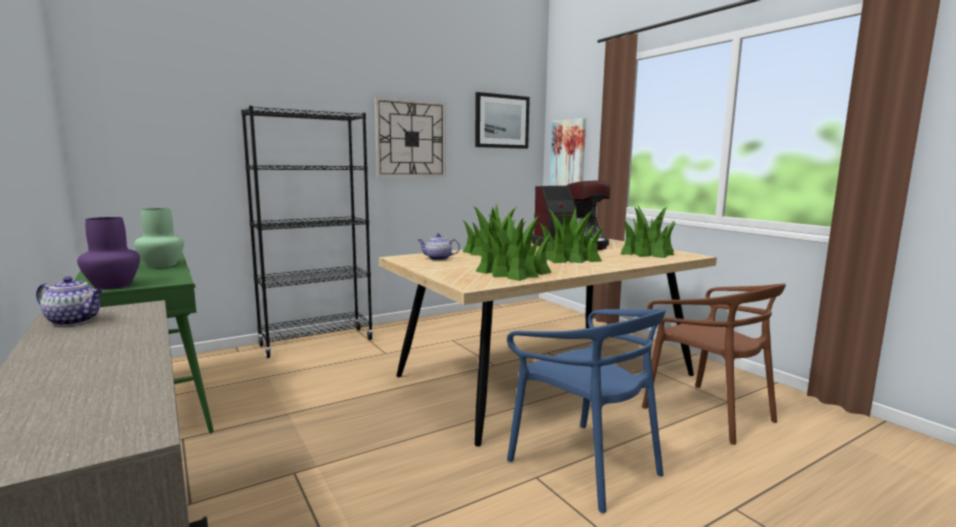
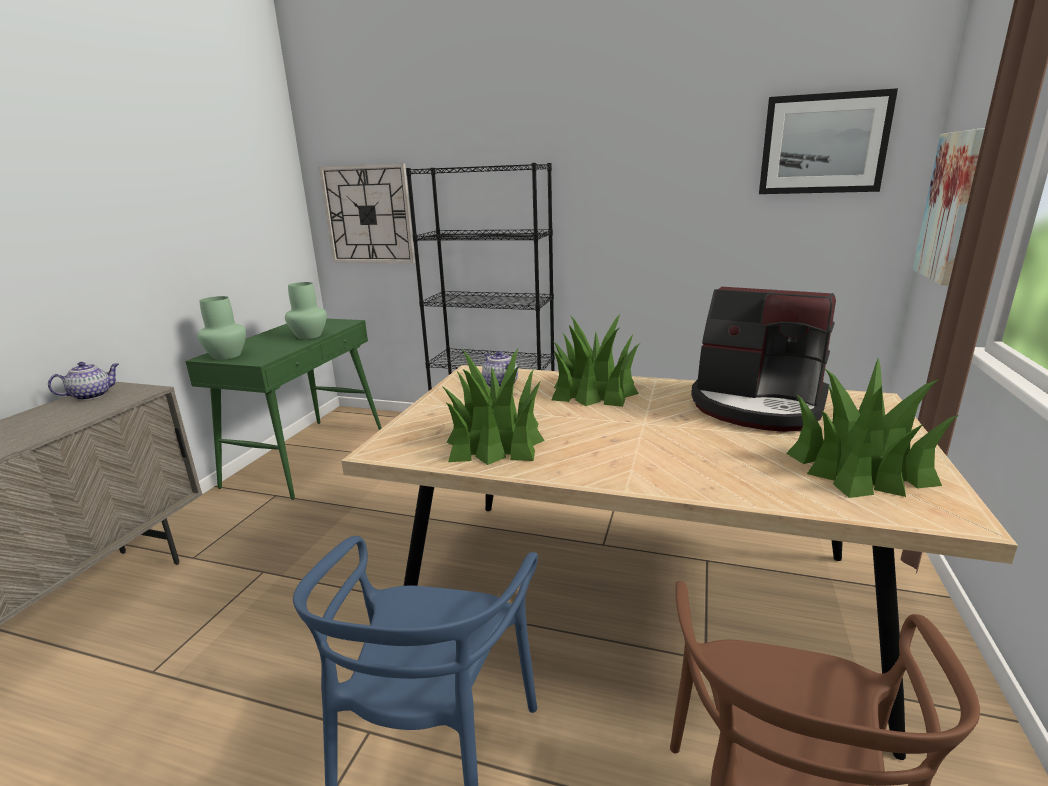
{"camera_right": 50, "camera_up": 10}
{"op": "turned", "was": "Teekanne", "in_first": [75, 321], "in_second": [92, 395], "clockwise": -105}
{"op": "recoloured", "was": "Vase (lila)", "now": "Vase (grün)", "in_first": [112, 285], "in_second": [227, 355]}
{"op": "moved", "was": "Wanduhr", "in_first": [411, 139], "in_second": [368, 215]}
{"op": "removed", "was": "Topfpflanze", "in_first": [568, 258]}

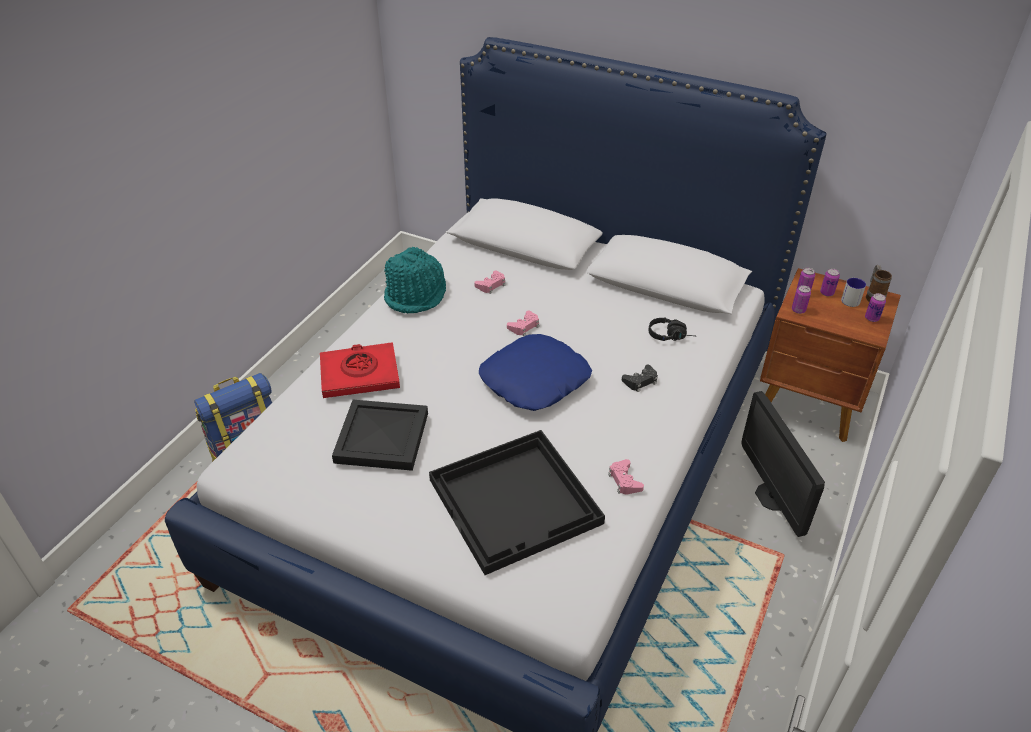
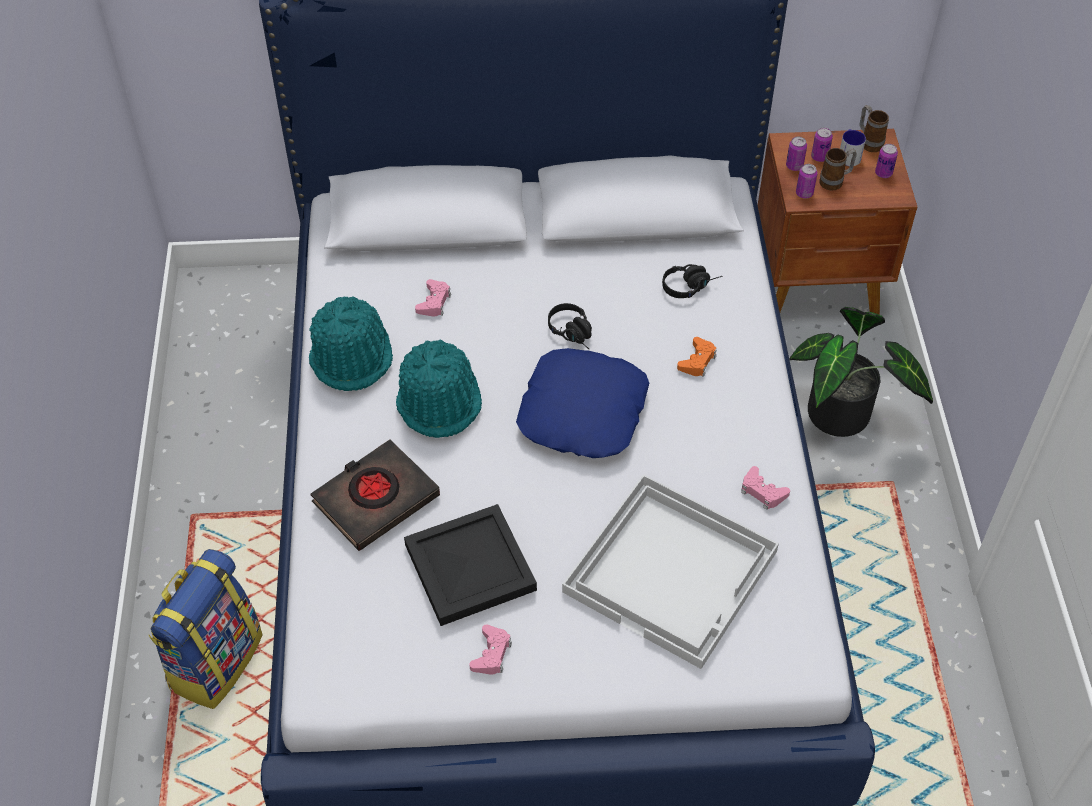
{"camera_right": -30, "camera_up": 10}
{"op": "recoloured", "was": "Buch (rot)", "now": "Buch (schwarz)", "in_first": [360, 375], "in_second": [375, 499]}
{"op": "recoloured", "was": "Tablett (schwarz)", "now": "Tablett (weiß)", "in_first": [516, 502], "in_second": [672, 571]}
{"op": "moved", "was": "Gamepad (rosa)", "in_first": [524, 326], "in_second": [491, 654]}
{"op": "recoloured", "was": "Gamepad (schwarz)", "now": "Gamepad (orange)", "in_first": [640, 381], "in_second": [697, 361]}
{"op": "replaced", "was": "Monitor", "now": "Topfpflanze", "in_first": [772, 496], "in_second": [843, 419]}
{"op": "added", "now": "Hut (türkis)", "in_second": [439, 401]}
{"op": "added", "now": "Kopfhörer (schwarz)", "in_second": [574, 334]}
{"op": "added", "now": "Henkelbecher", "in_second": [835, 182]}

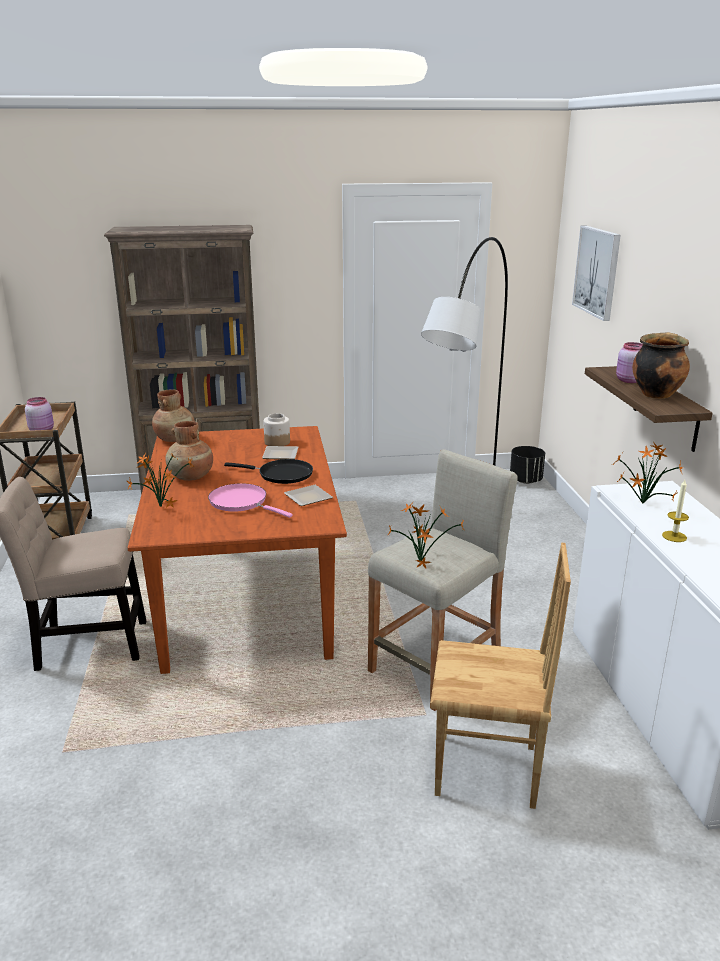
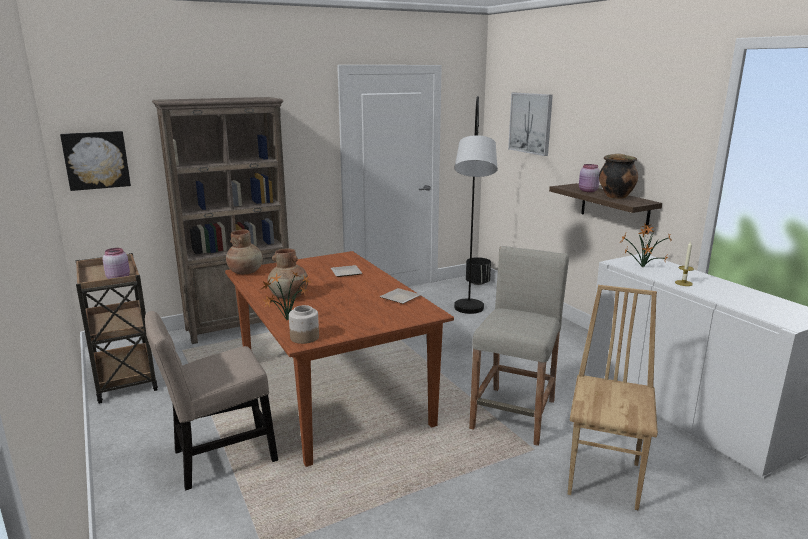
{"camera_right": -20, "camera_up": -5}
{"op": "removed", "was": "Pfanne (rosa)", "in_first": [241, 502]}
{"op": "removed", "was": "Pfanne (schwarz)", "in_first": [281, 474]}
{"op": "moved", "was": "Vorratsglas", "in_first": [277, 442], "in_second": [304, 337]}
{"op": "removed", "was": "Topfpflanze", "in_first": [420, 562]}
{"op": "turned", "was": "Stuhl (braun)", "in_first": [487, 772], "in_second": [605, 478], "clockwise": -60}
{"op": "added", "now": "Bild", "in_second": [96, 160]}

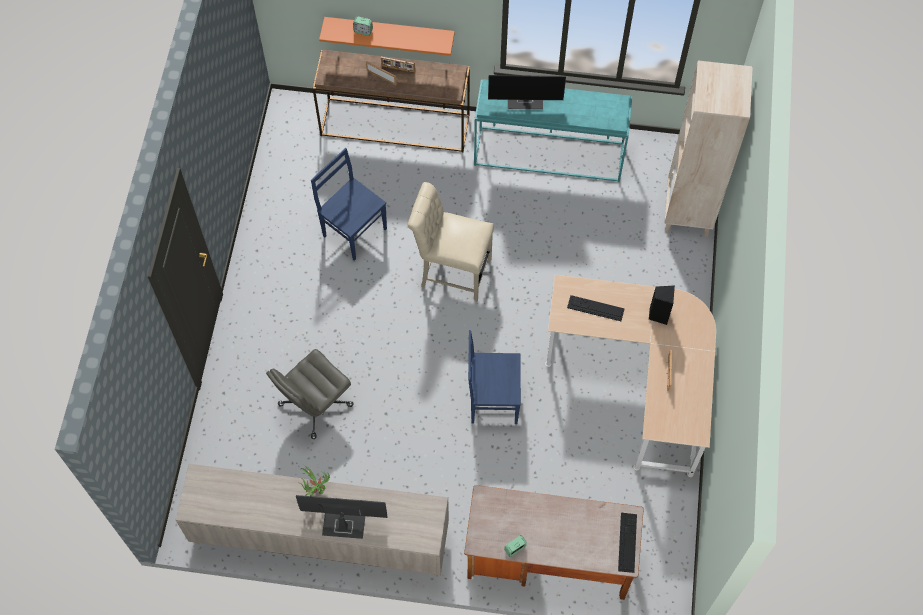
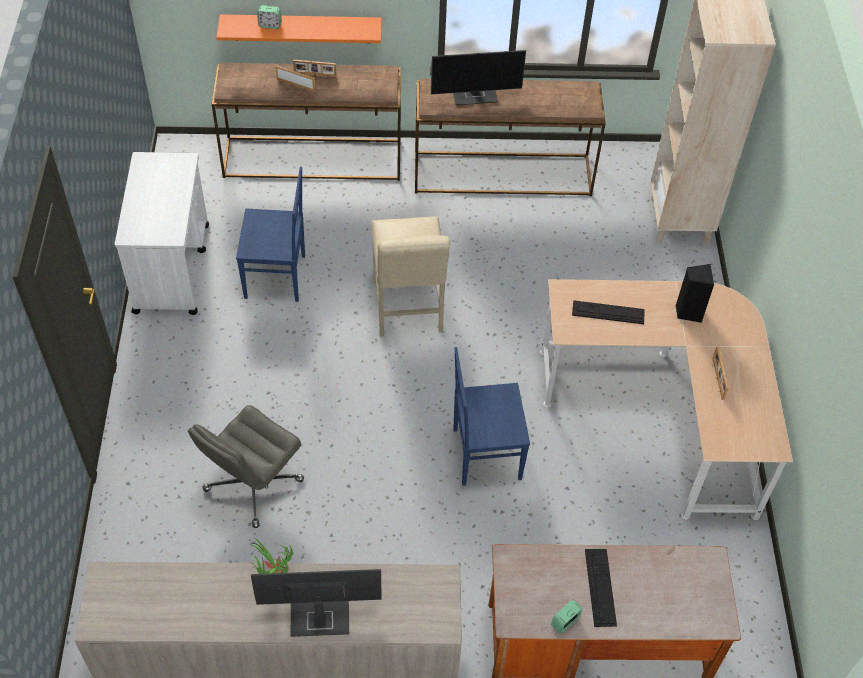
{"camera_right": -10, "camera_up": -10}
{"op": "turned", "was": "Stuhl (blau)", "in_first": [353, 231], "in_second": [277, 277], "clockwise": 150}
{"op": "turned", "was": "Stuhl (beige)", "in_first": [452, 271], "in_second": [407, 310], "clockwise": -105}
{"op": "recoloured", "was": "Konsolentisch (türkis)", "now": "Konsolentisch (braun)", "in_first": [550, 153], "in_second": [503, 173]}
{"op": "moved", "was": "Tastatur", "in_first": [627, 542], "in_second": [600, 587]}
{"op": "added", "now": "Rollwagen (weiß)", "in_second": [172, 267]}

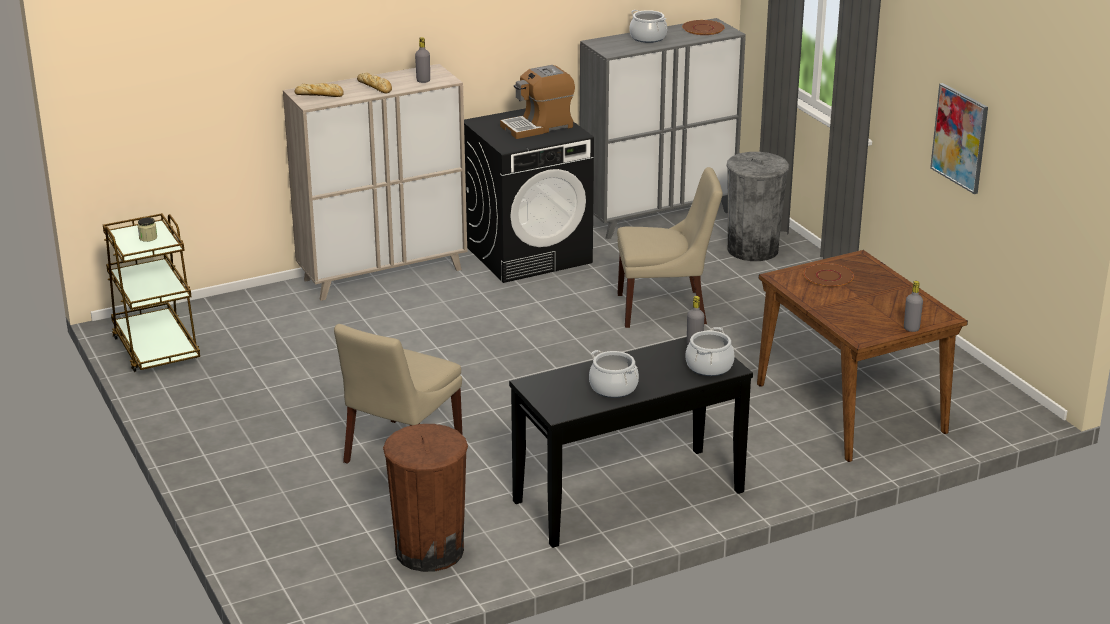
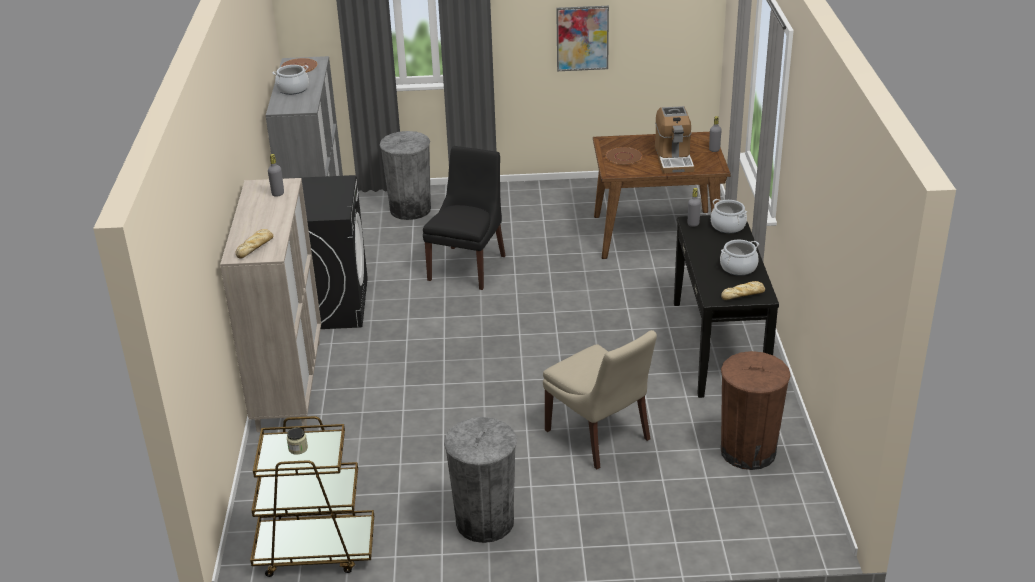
{"camera_right": -65, "camera_up": 5}
{"op": "moved", "was": "Brot", "in_first": [375, 87], "in_second": [743, 294]}
{"op": "moved", "was": "Kaffeemaschine", "in_first": [538, 127], "in_second": [673, 159]}
{"op": "recoloured", "was": "Stuhl (beige)", "now": "Stuhl (schwarz)", "in_first": [665, 309], "in_second": [468, 266]}
{"op": "added", "now": "Mülleimer (grau)", "in_second": [485, 522]}

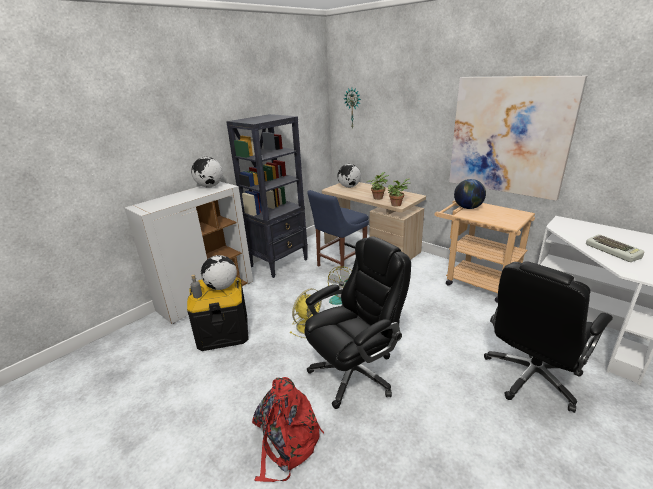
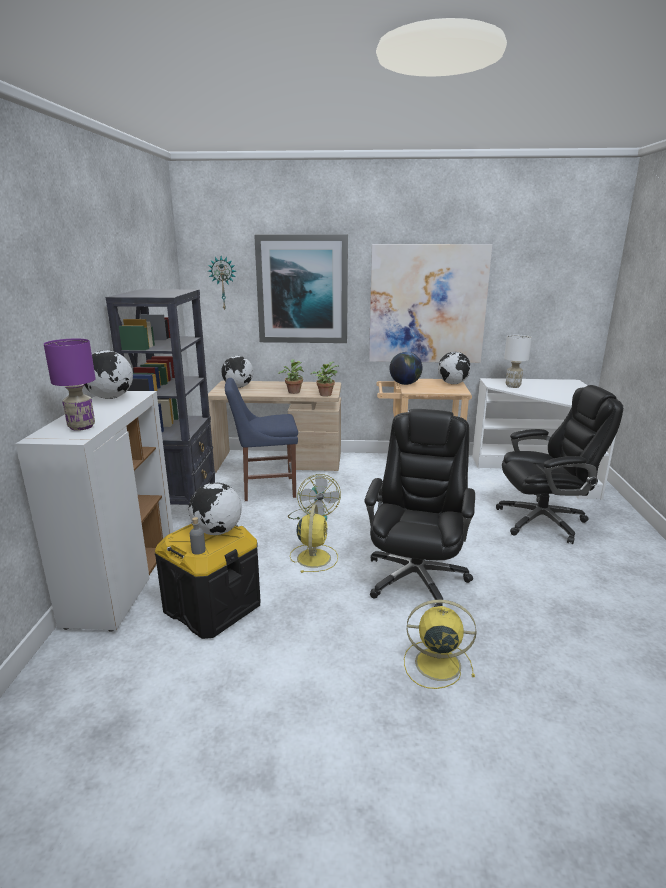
{"camera_right": -40, "camera_up": -5}
{"op": "replaced", "was": "Rucksack (rot)", "now": "Ventilator (gelb)", "in_first": [286, 443], "in_second": [435, 663]}
{"op": "turned", "was": "Stuhl (blau)", "in_first": [339, 265], "in_second": [265, 489], "clockwise": 75}
{"op": "turned", "was": "Bürostuhl (schwarz)", "in_first": [531, 377], "in_second": [543, 521], "clockwise": -105}
{"op": "removed", "was": "Tastatur", "in_first": [613, 251]}
{"op": "added", "now": "Tischlampe (lila)", "in_second": [82, 427]}
{"op": "added", "now": "Bild", "in_second": [302, 289]}
{"op": "added", "now": "Globus", "in_second": [453, 383]}
{"op": "added", "now": "Tischlampe (weiß)", "in_second": [513, 386]}

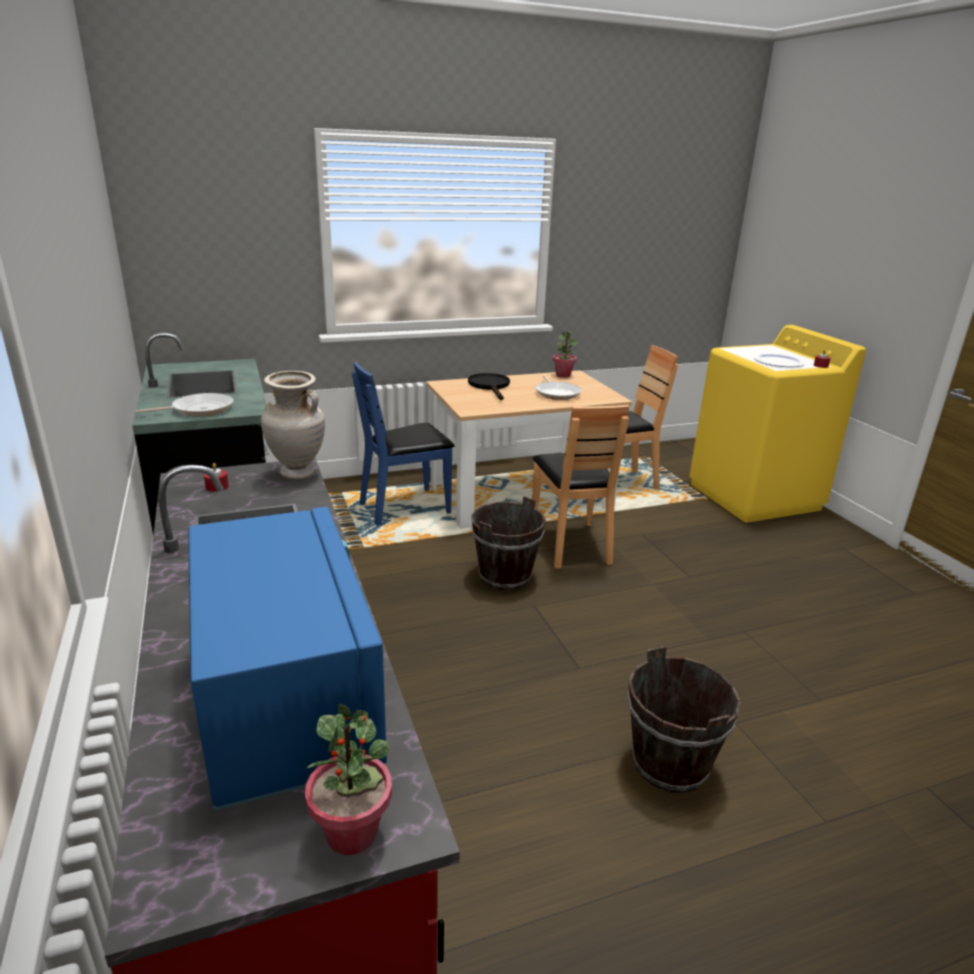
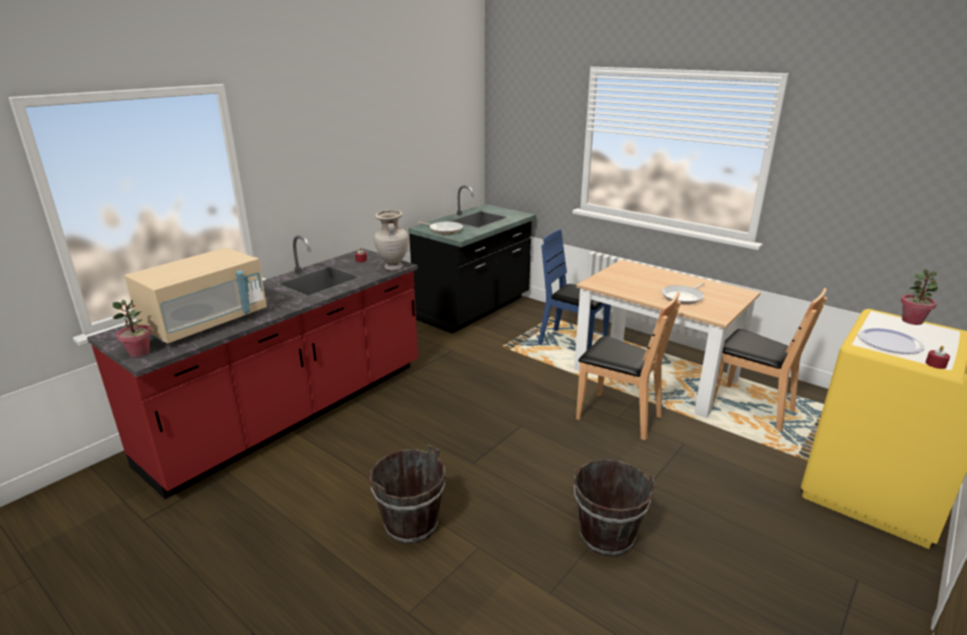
{"camera_right": 60, "camera_up": 0}
{"op": "recoloured", "was": "Mikrowelle (blau)", "now": "Mikrowelle (beige)", "in_first": [287, 700], "in_second": [206, 322]}
{"op": "removed", "was": "Pfanne (schwarz)", "in_first": [490, 386]}
{"op": "moved", "was": "Eimer (braun)", "in_first": [505, 576], "in_second": [606, 537]}
{"op": "turned", "was": "Stuhl (braun)", "in_first": [571, 544], "in_second": [618, 416], "clockwise": -105}
{"op": "moved", "was": "Topfpflanze", "in_first": [563, 375], "in_second": [912, 321]}

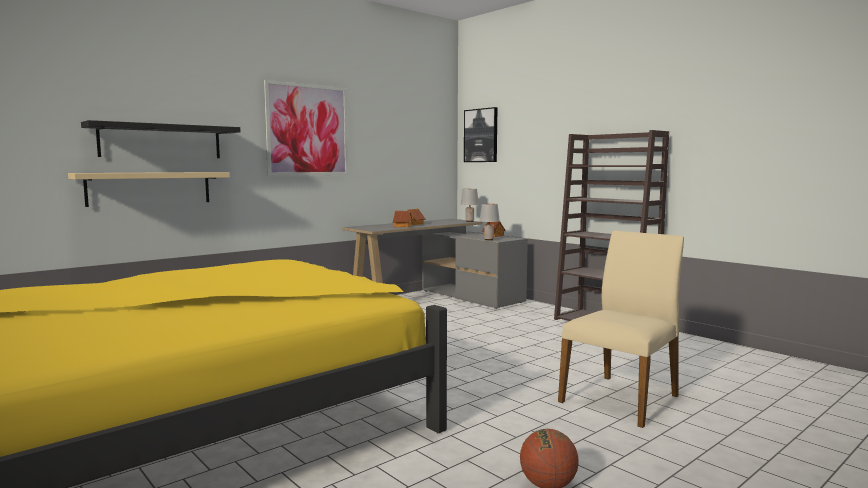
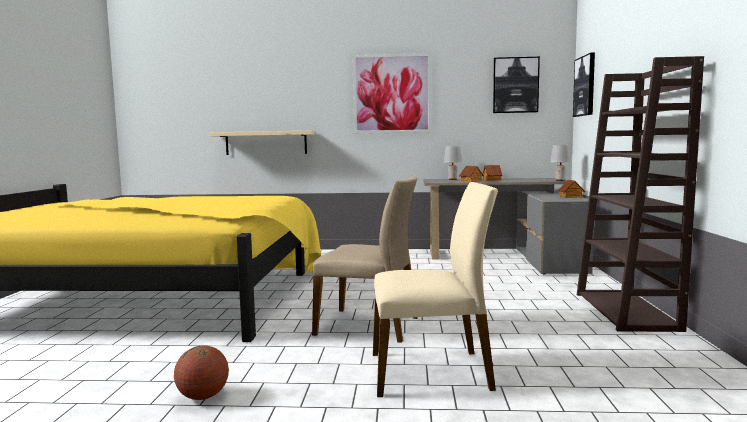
{"camera_right": 45, "camera_up": 0}
{"op": "removed", "was": "Wandregal (schwarz)", "in_first": [161, 141]}
{"op": "moved", "was": "Tischlampe (grau)", "in_first": [489, 239], "in_second": [453, 179]}
{"op": "added", "now": "Stuhl (beige)", "in_second": [369, 325]}
{"op": "added", "now": "Bild", "in_second": [515, 85]}

